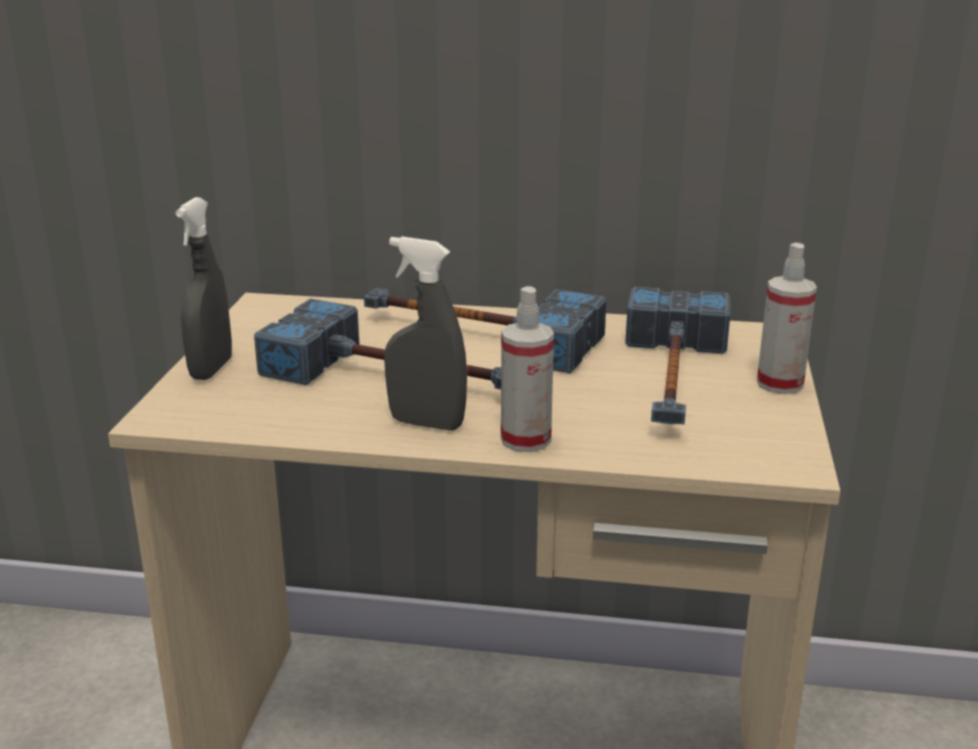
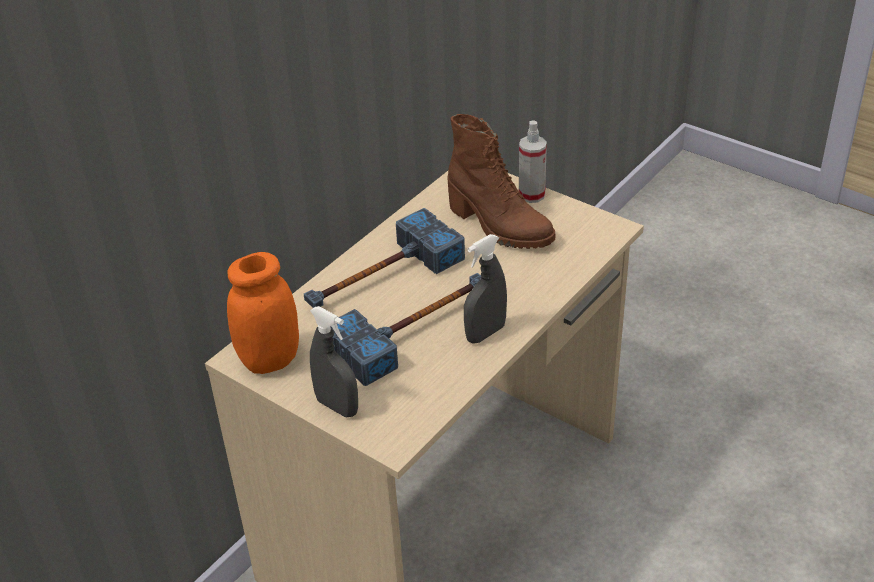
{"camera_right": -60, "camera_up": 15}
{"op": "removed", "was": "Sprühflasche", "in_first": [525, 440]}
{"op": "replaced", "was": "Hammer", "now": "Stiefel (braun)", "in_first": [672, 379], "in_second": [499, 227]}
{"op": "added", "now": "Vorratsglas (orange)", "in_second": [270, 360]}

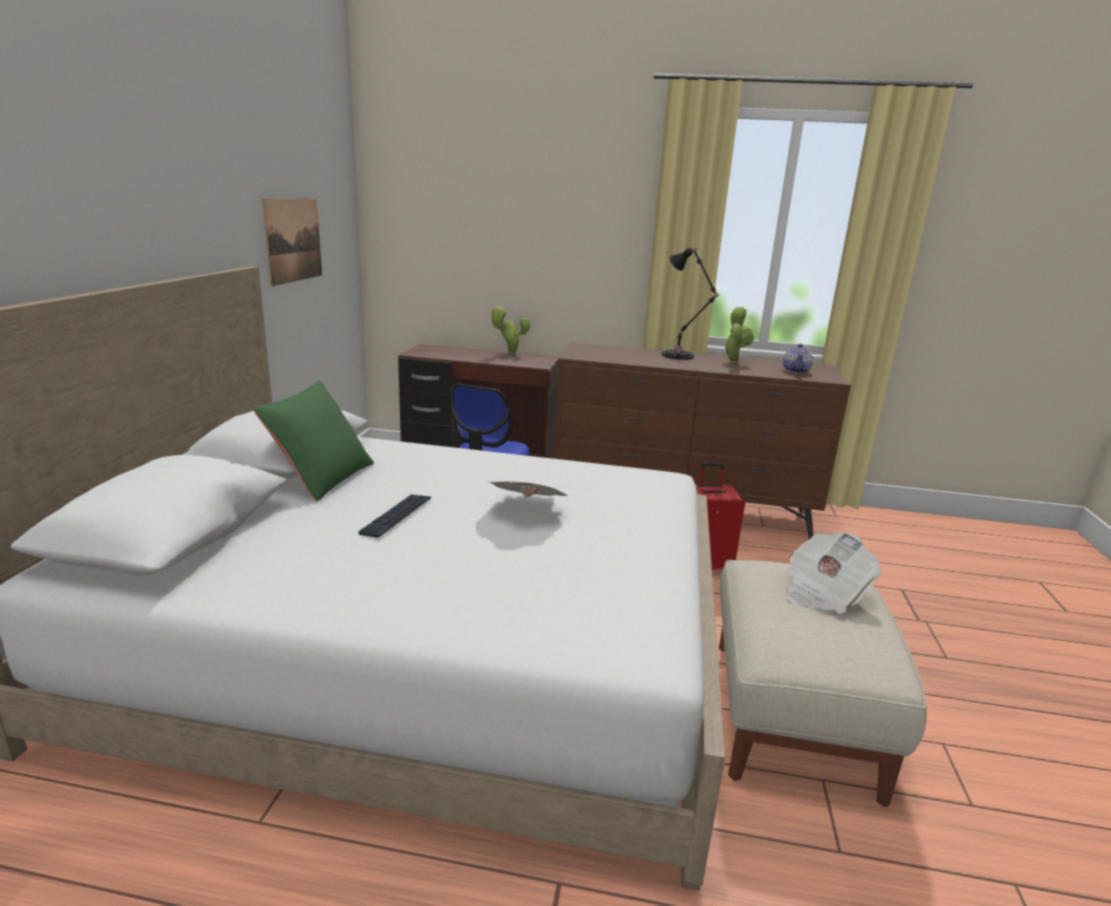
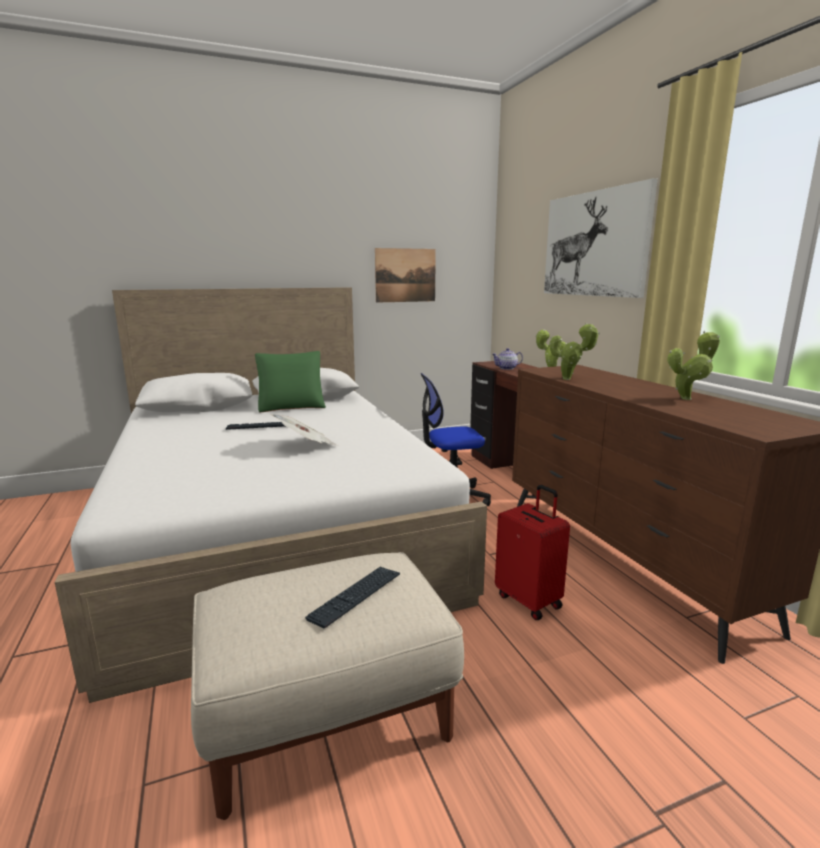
{"camera_right": 60, "camera_up": -5}
{"op": "removed", "was": "Tischlampe (schwarz)", "in_first": [679, 356]}
{"op": "moved", "was": "Teekanne", "in_first": [796, 371], "in_second": [507, 368]}
{"op": "replaced", "was": "Zeitung", "now": "Tastatur", "in_first": [823, 592], "in_second": [355, 596]}
{"op": "added", "now": "Bild", "in_second": [594, 244]}
{"op": "added", "now": "Topfpflanze", "in_second": [569, 379]}

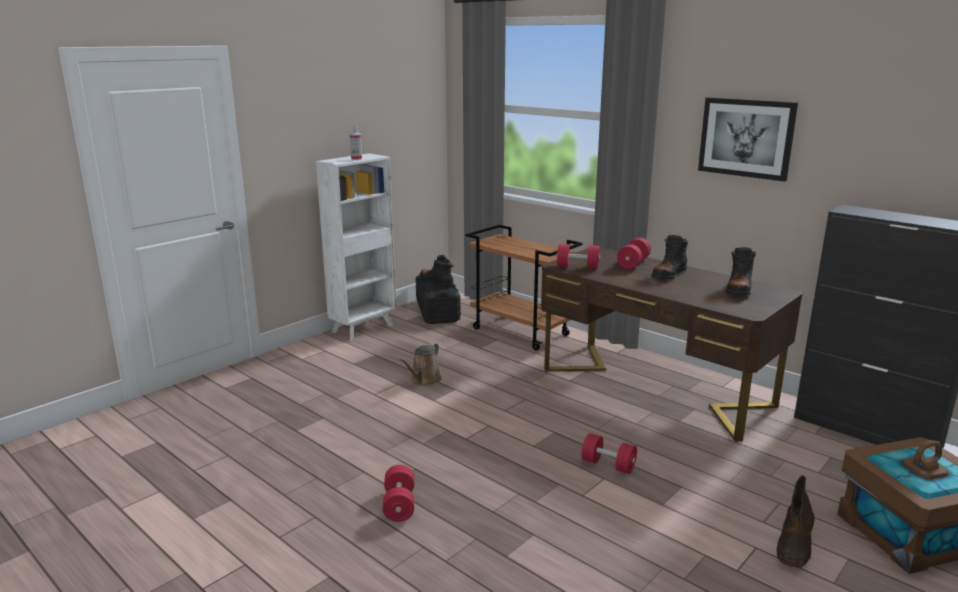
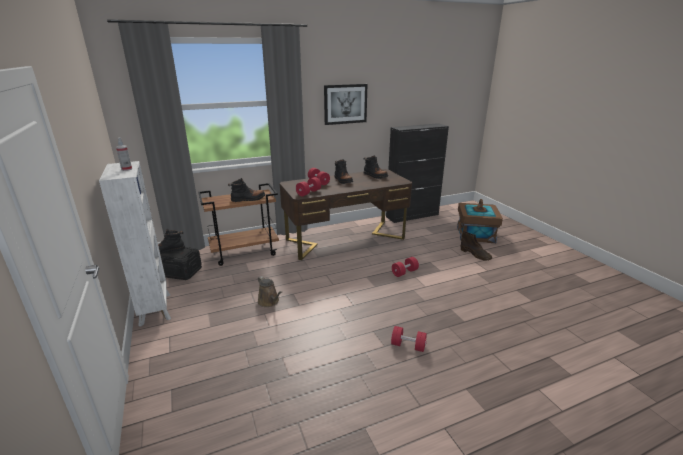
{"camera_right": -65, "camera_up": 5}
{"op": "added", "now": "Stiefel (schwarz)", "in_second": [248, 199]}

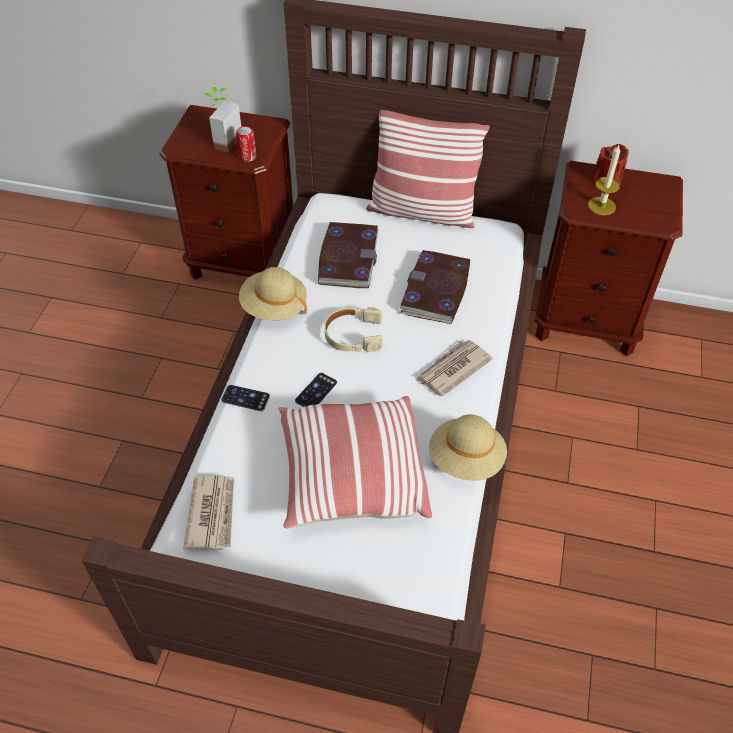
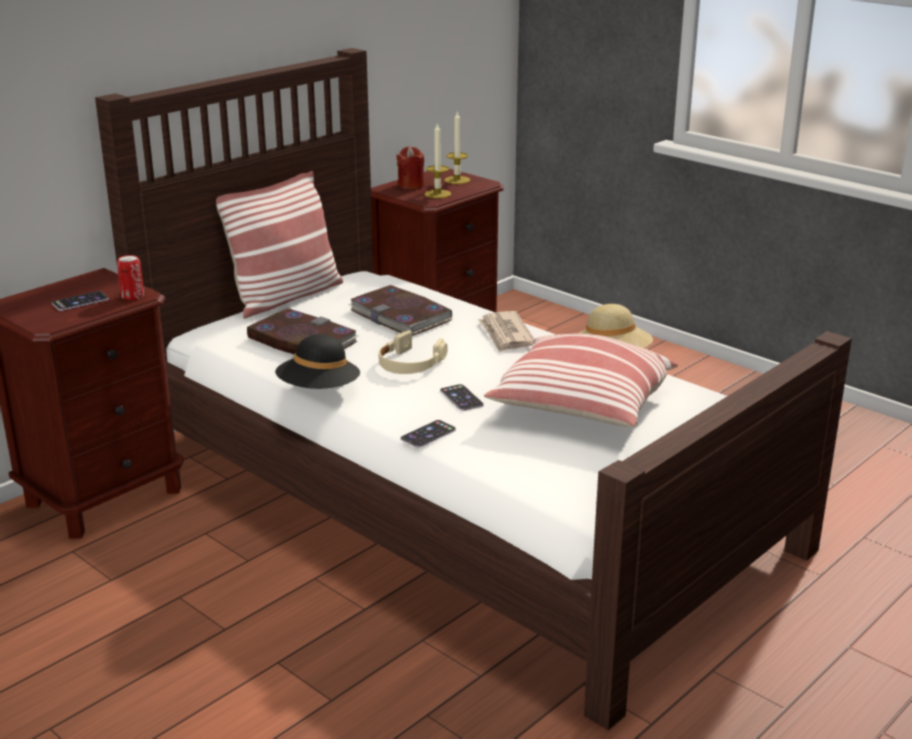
{"camera_right": -60, "camera_up": -25}
{"op": "removed", "was": "Zeitung", "in_first": [212, 513]}
{"op": "replaced", "was": "Topfpflanze", "now": "Handy", "in_first": [222, 140], "in_second": [80, 301]}
{"op": "recoloured", "was": "Hut (beige)", "now": "Hut (schwarz)", "in_first": [274, 307], "in_second": [319, 391]}
{"op": "added", "now": "Kerze", "in_second": [457, 180]}

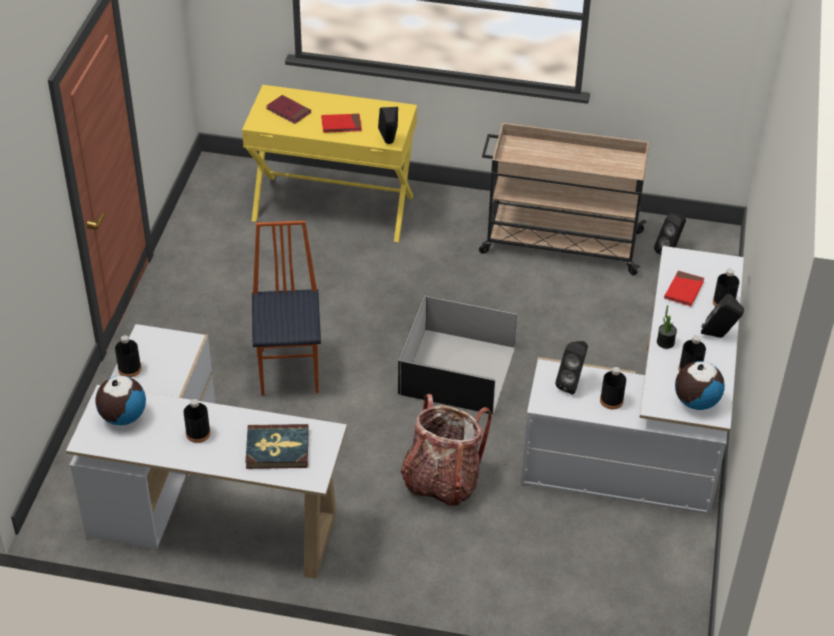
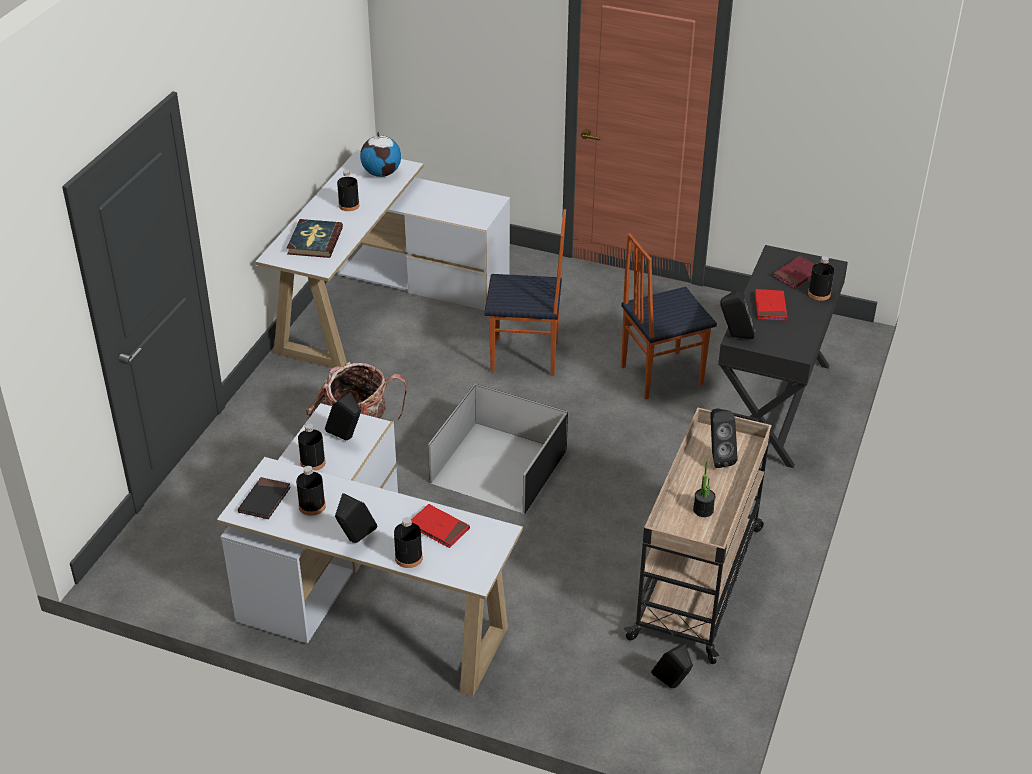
{"camera_right": 100, "camera_up": -5}
{"op": "moved", "was": "Flasche (schwarz)", "in_first": [129, 369], "in_second": [819, 294]}
{"op": "recoloured", "was": "Schreibtisch (gelb)", "now": "Schreibtisch (schwarz)", "in_first": [333, 207], "in_second": [772, 405]}
{"op": "moved", "was": "Topfpflanze", "in_first": [665, 342], "in_second": [703, 510]}
{"op": "replaced", "was": "Globus", "now": "Buch (schwarz)", "in_first": [695, 401], "in_second": [264, 500]}
{"op": "added", "now": "Stuhl", "in_second": [660, 374]}
{"op": "added", "now": "Lautsprecher (schwarz)", "in_second": [718, 458]}

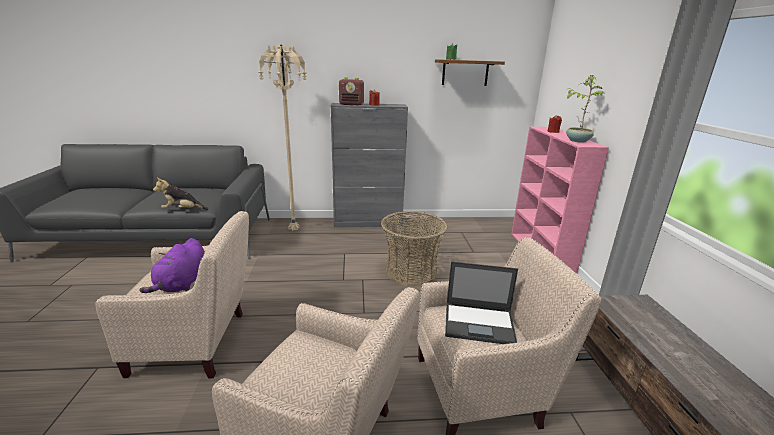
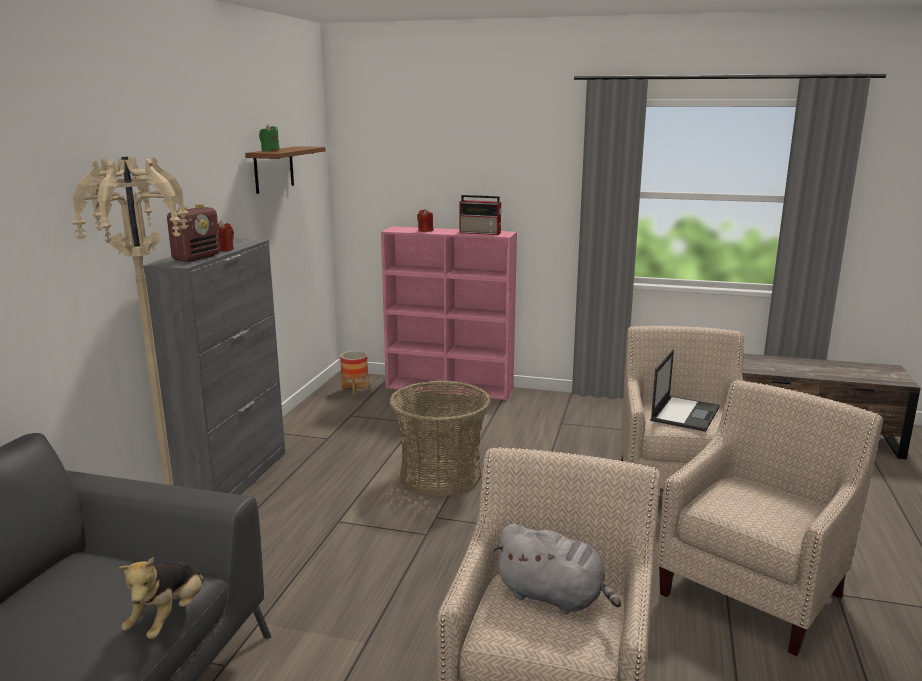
{"camera_right": -70, "camera_up": -5}
{"op": "recoloured", "was": "Plüschtier (lila)", "now": "Plüschtier (grau)", "in_first": [182, 284], "in_second": [554, 597]}
{"op": "replaced", "was": "Topfpflanze", "now": "Radio", "in_first": [577, 141], "in_second": [481, 233]}
{"op": "added", "now": "Pflanzkübel", "in_second": [355, 389]}

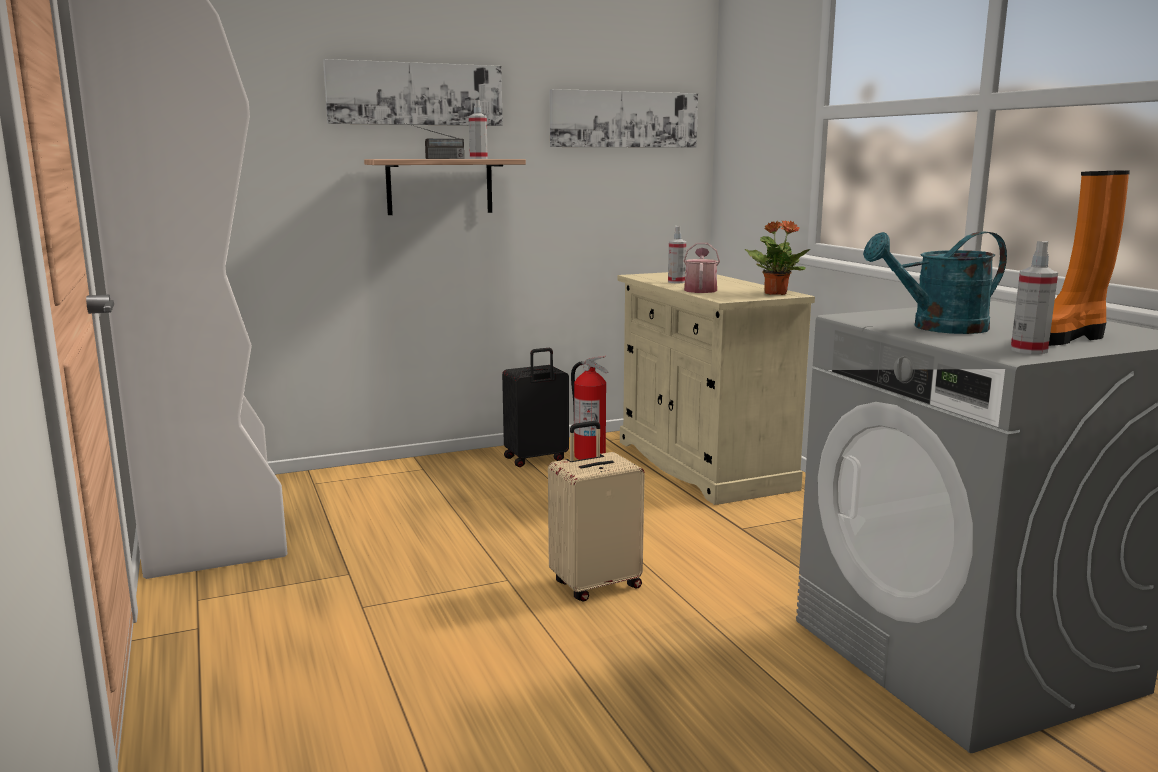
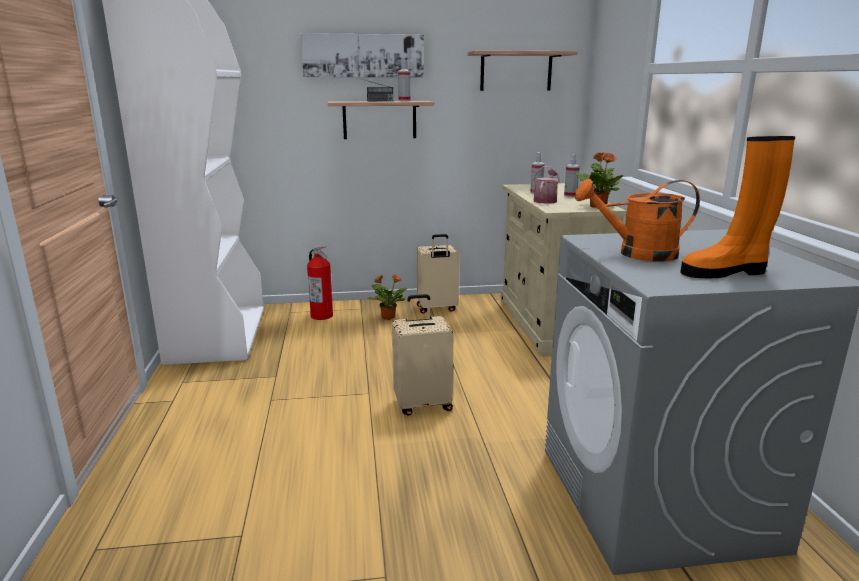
{"camera_right": 15, "camera_up": 5}
{"op": "recoloured", "was": "Koffer (schwarz)", "now": "Koffer (beige)", "in_first": [536, 459], "in_second": [437, 308]}
{"op": "replaced", "was": "Bild", "now": "Wandregal", "in_first": [624, 119], "in_second": [516, 71]}
{"op": "moved", "was": "Feuerlöscher", "in_first": [589, 456], "in_second": [322, 316]}
{"op": "recoloured", "was": "Gießkanne (türkis)", "now": "Gießkanne (orange)", "in_first": [938, 328], "in_second": [637, 254]}
{"op": "moved", "was": "Sprühflasche", "in_first": [1028, 350], "in_second": [570, 196]}
{"op": "added", "now": "Topfpflanze", "in_second": [387, 317]}

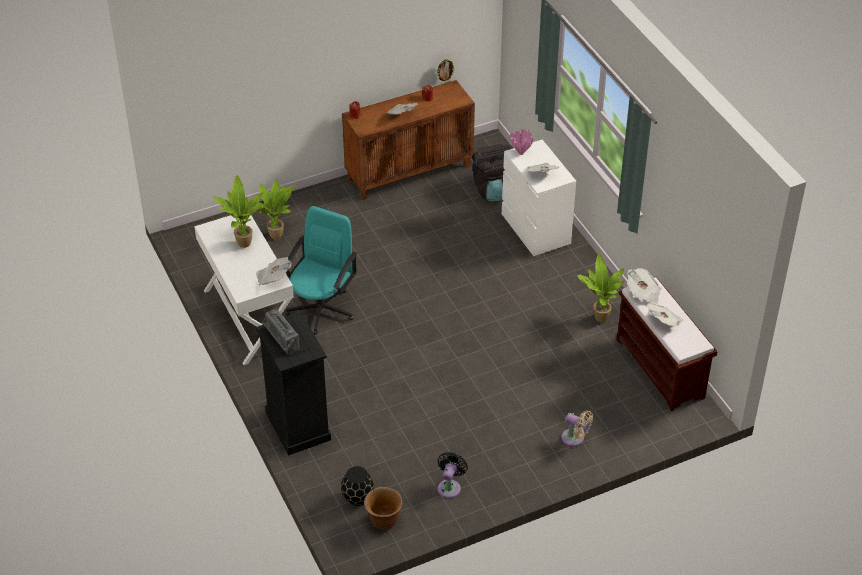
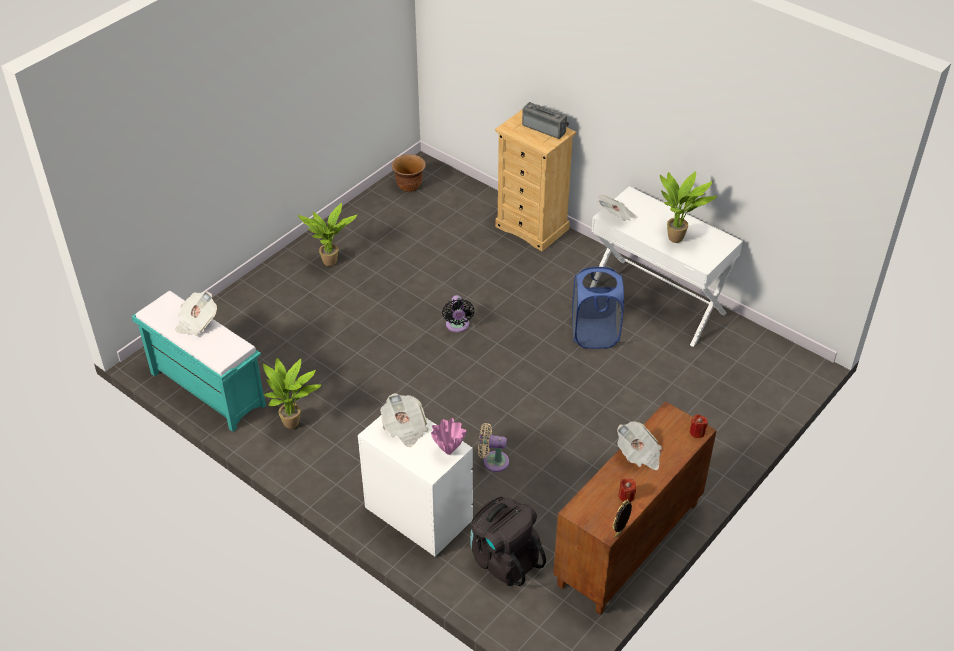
{"camera_right": 155, "camera_up": 0}
{"op": "moved", "was": "Topfpflanze", "in_first": [276, 235], "in_second": [330, 264]}
{"op": "recoloured", "was": "Kommode (schwarz)", "now": "Kommode (beige)", "in_first": [297, 426], "in_second": [532, 228]}
{"op": "replaced", "was": "Bürostuhl (türkis)", "now": "Wäschekorb (blau)", "in_first": [322, 309], "in_second": [594, 334]}
{"op": "removed", "was": "Vase (schwarz)", "in_first": [358, 497]}
{"op": "moved", "was": "Ventilator (schwarz)", "in_first": [450, 487], "in_second": [457, 326]}
{"op": "moved", "was": "Ventilator (beige)", "in_first": [575, 439], "in_second": [493, 461]}
{"op": "recoloured", "was": "Bank (braun)", "now": "Bank (türkis)", "in_first": [661, 369], "in_second": [206, 389]}
{"op": "removed", "was": "Zeitung", "in_first": [643, 293]}

